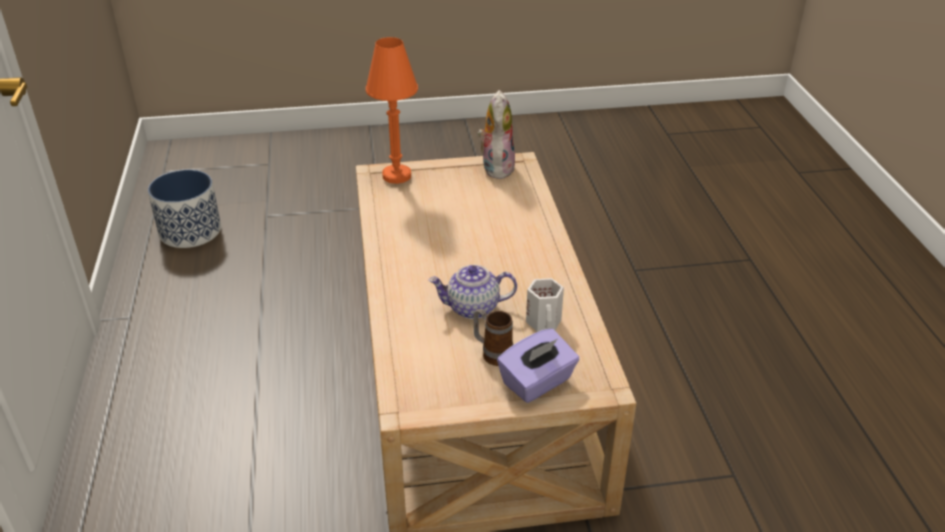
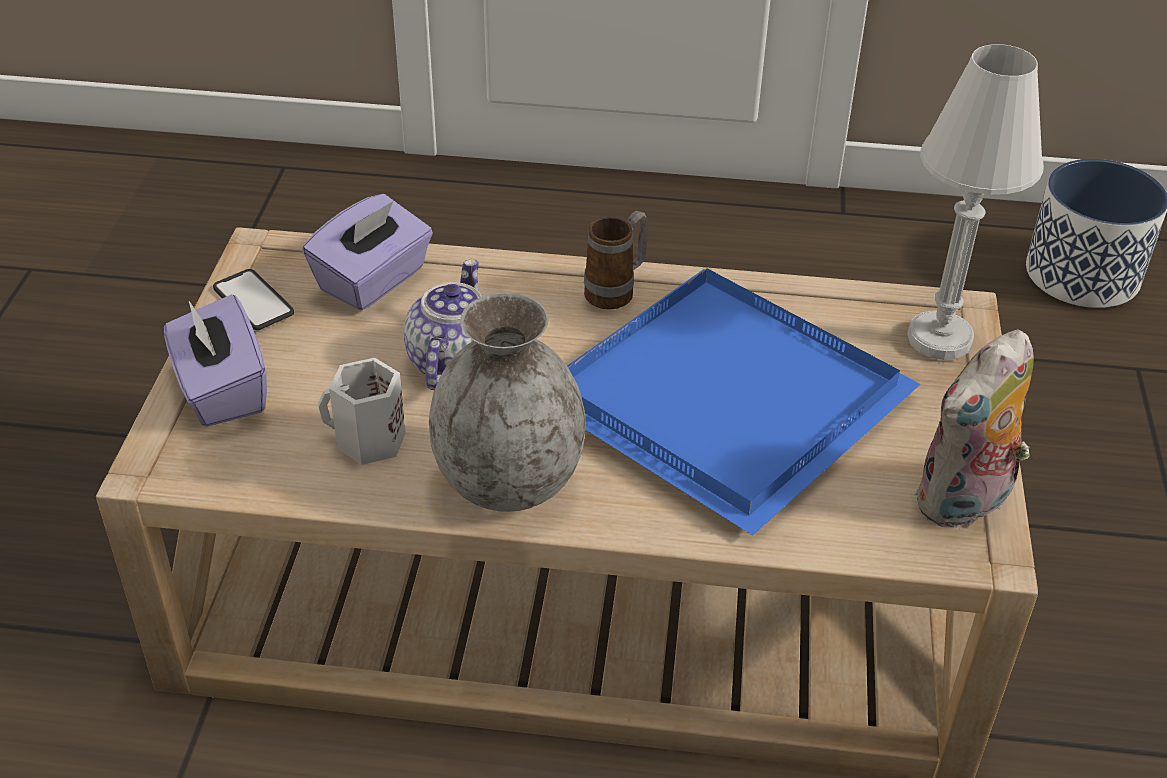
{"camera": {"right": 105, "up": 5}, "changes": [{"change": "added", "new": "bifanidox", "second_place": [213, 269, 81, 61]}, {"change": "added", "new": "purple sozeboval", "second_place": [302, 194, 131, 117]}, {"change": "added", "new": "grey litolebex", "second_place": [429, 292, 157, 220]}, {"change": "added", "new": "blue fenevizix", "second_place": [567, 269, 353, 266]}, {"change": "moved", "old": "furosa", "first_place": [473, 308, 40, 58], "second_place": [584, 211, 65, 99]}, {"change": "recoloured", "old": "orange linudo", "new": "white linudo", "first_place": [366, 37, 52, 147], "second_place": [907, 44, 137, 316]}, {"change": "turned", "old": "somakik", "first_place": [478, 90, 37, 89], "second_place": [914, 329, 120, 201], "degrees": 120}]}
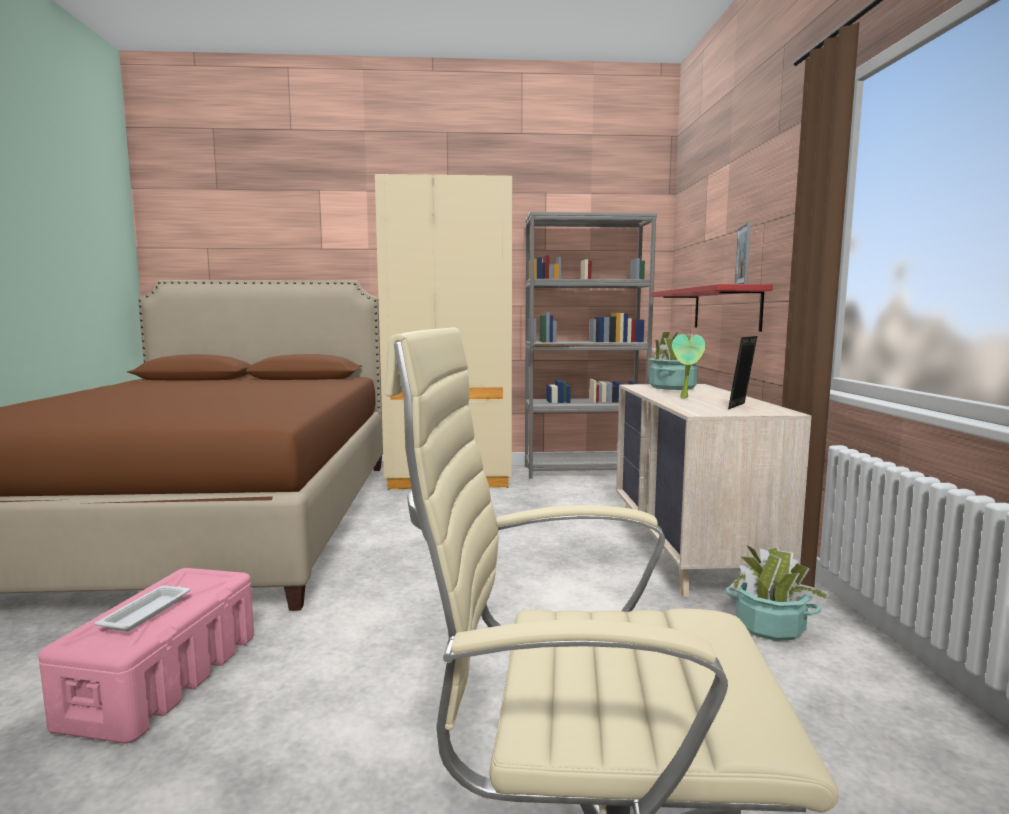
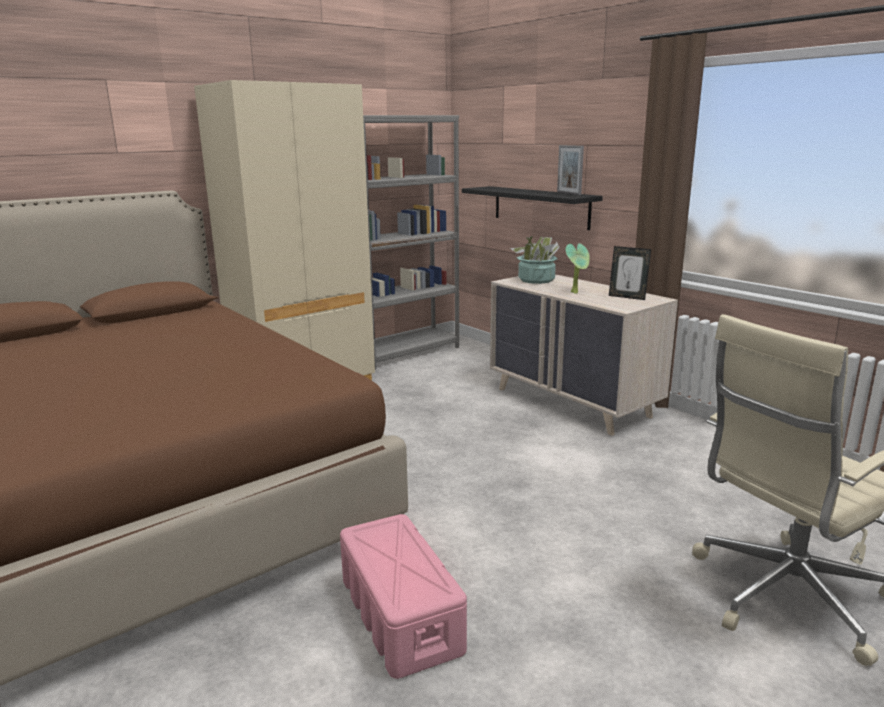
{"camera": {"right": -35, "up": 10}, "changes": [{"change": "removed", "old": "white fenevizix", "first_place": [95, 586, 95, 45]}, {"change": "removed", "old": "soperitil", "first_place": [725, 545, 105, 96]}, {"change": "recoloured", "old": "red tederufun", "new": "black tederufun", "first_place": [651, 284, 122, 48], "second_place": [462, 186, 141, 44]}, {"change": "turned", "old": "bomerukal", "first_place": [728, 336, 29, 73], "second_place": [609, 246, 42, 54], "degrees": -60}]}
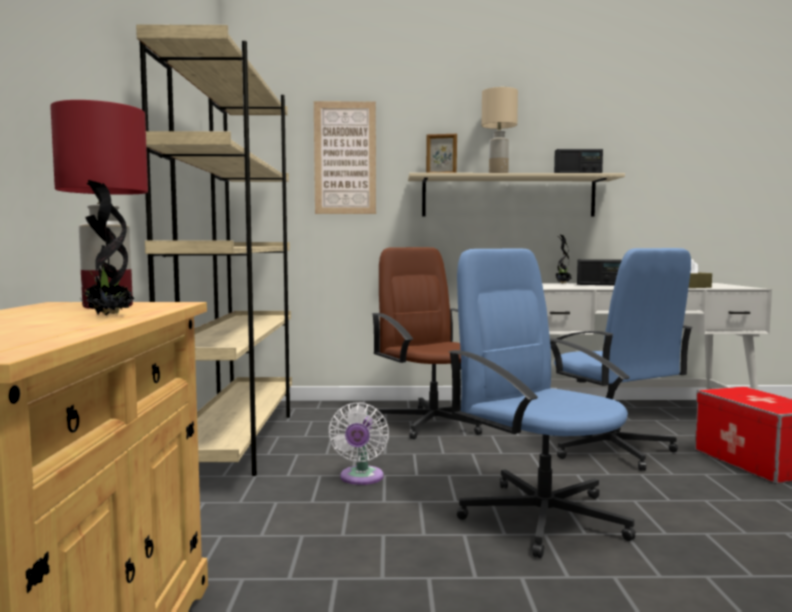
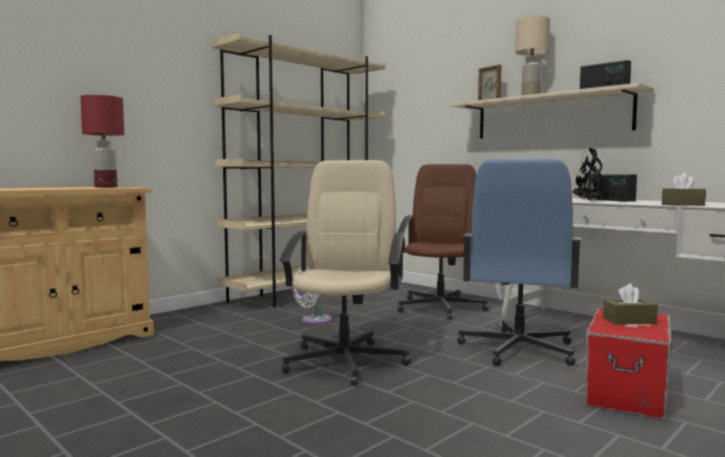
{"camera": {"right": 45, "up": 0}, "changes": [{"change": "removed", "old": "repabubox", "first_place": [314, 101, 62, 113]}, {"change": "added", "new": "brown sozeboval", "second_place": [603, 284, 55, 40]}, {"change": "moved", "old": "soperitil", "first_place": [80, 180, 54, 136], "second_place": [584, 148, 19, 53]}, {"change": "recoloured", "old": "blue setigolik", "new": "beige setigolik", "first_place": [449, 249, 187, 309], "second_place": [279, 160, 132, 226]}]}
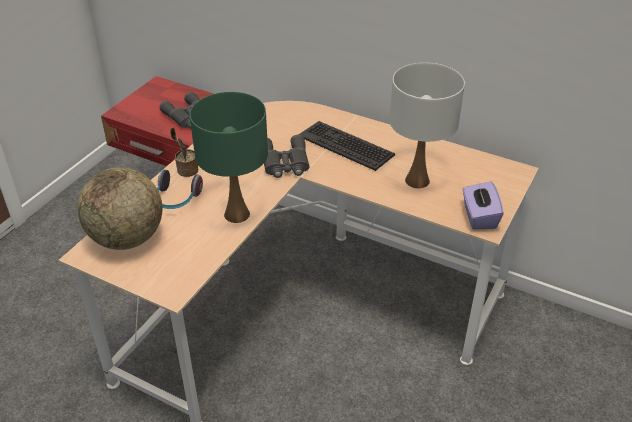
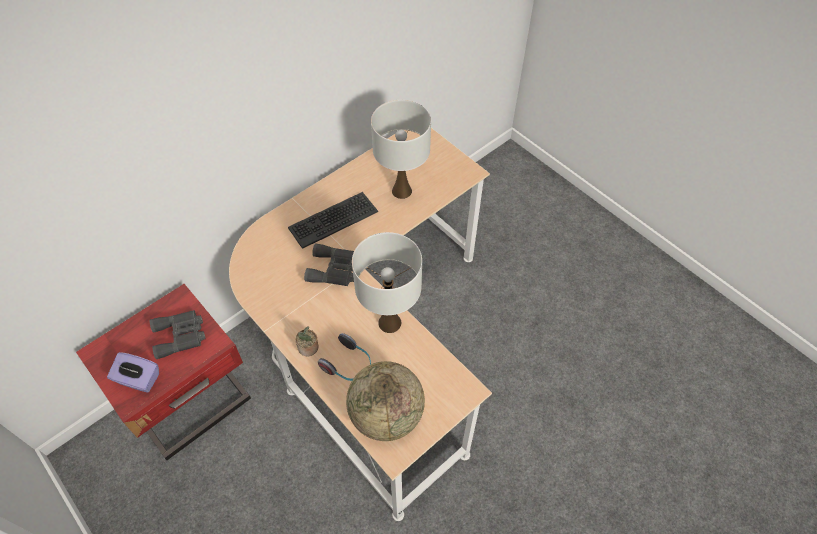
{"camera": {"right": -70, "up": 15}, "changes": [{"change": "moved", "old": "purple sozeboval", "first_place": [463, 181, 40, 48], "second_place": [107, 352, 52, 41]}, {"change": "recoloured", "old": "green linudo", "new": "white linudo", "first_place": [190, 92, 78, 131], "second_place": [352, 232, 70, 101]}]}
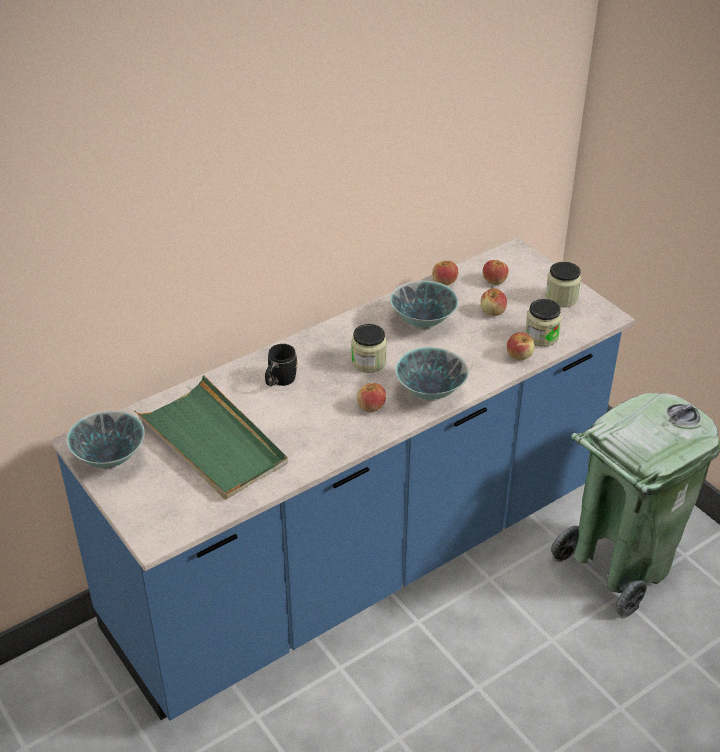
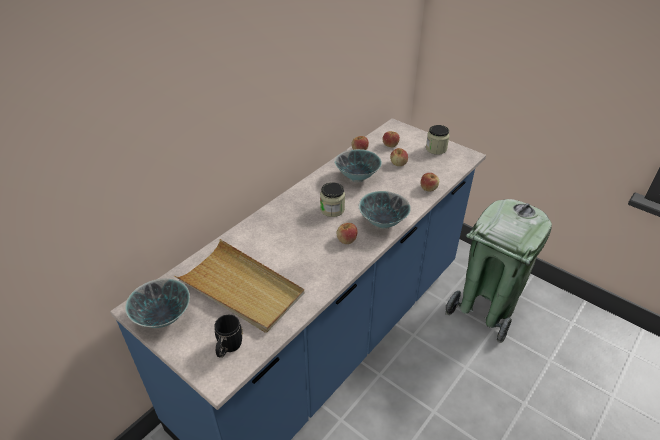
{"camera": {"right": -15, "up": 0}, "changes": [{"change": "removed", "old": "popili", "first_place": [525, 299, 37, 48]}, {"change": "moved", "old": "black furosa", "first_place": [265, 344, 33, 42], "second_place": [214, 315, 29, 43]}, {"change": "recoloured", "old": "green fenevizix", "new": "beige fenevizix", "first_place": [135, 375, 153, 125], "second_place": [175, 239, 129, 94]}]}
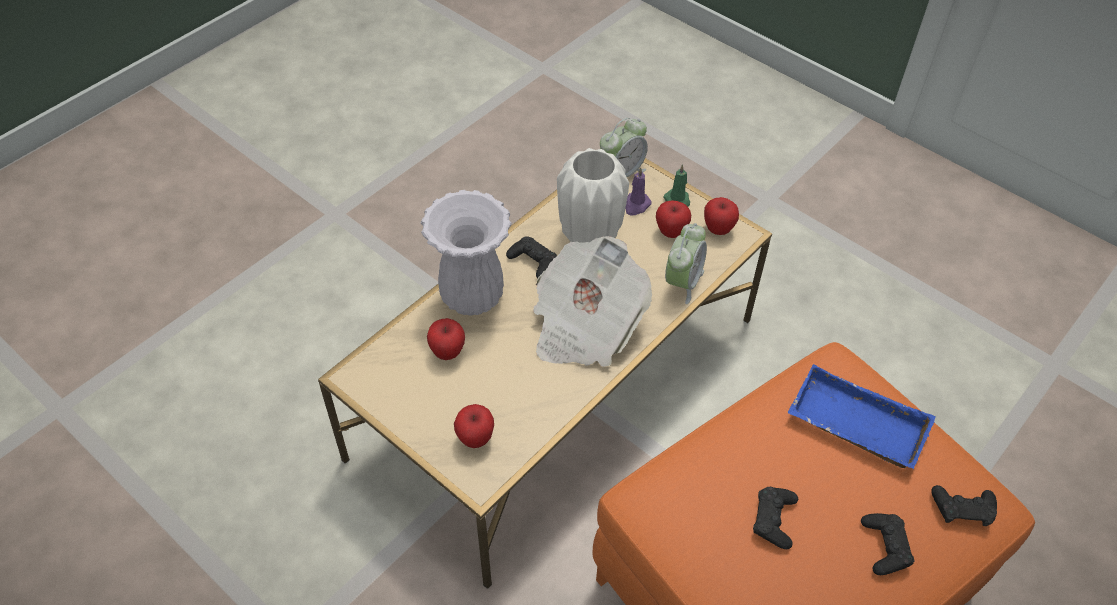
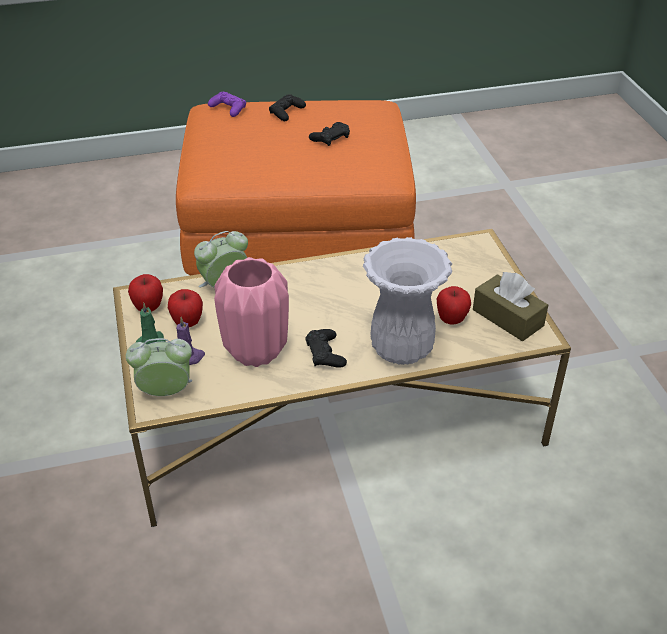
{"camera": {"right": -145, "up": -10}, "changes": [{"change": "removed", "old": "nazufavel", "first_place": [454, 404, 40, 44]}, {"change": "removed", "old": "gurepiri", "first_place": [533, 236, 119, 131]}, {"change": "removed", "old": "blue fenevizix", "first_place": [788, 364, 148, 105]}, {"change": "added", "new": "brown sozeboval", "second_place": [473, 272, 75, 69]}, {"change": "recoloured", "old": "white litolebex", "new": "pink litolebex", "first_place": [557, 148, 72, 95], "second_place": [214, 257, 75, 110]}, {"change": "recoloured", "old": "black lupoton", "new": "purple lupoton", "first_place": [931, 485, 66, 41], "second_place": [208, 92, 38, 25]}]}
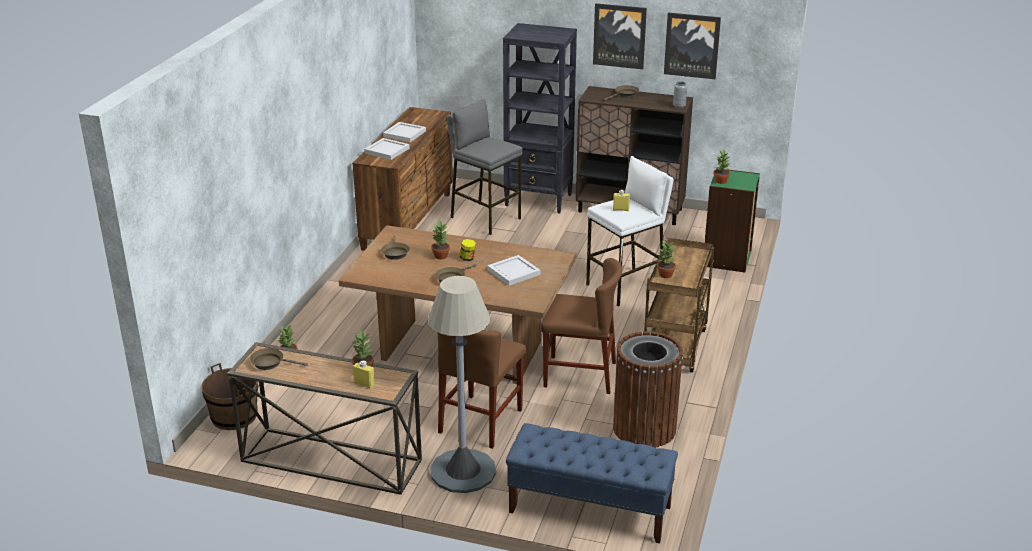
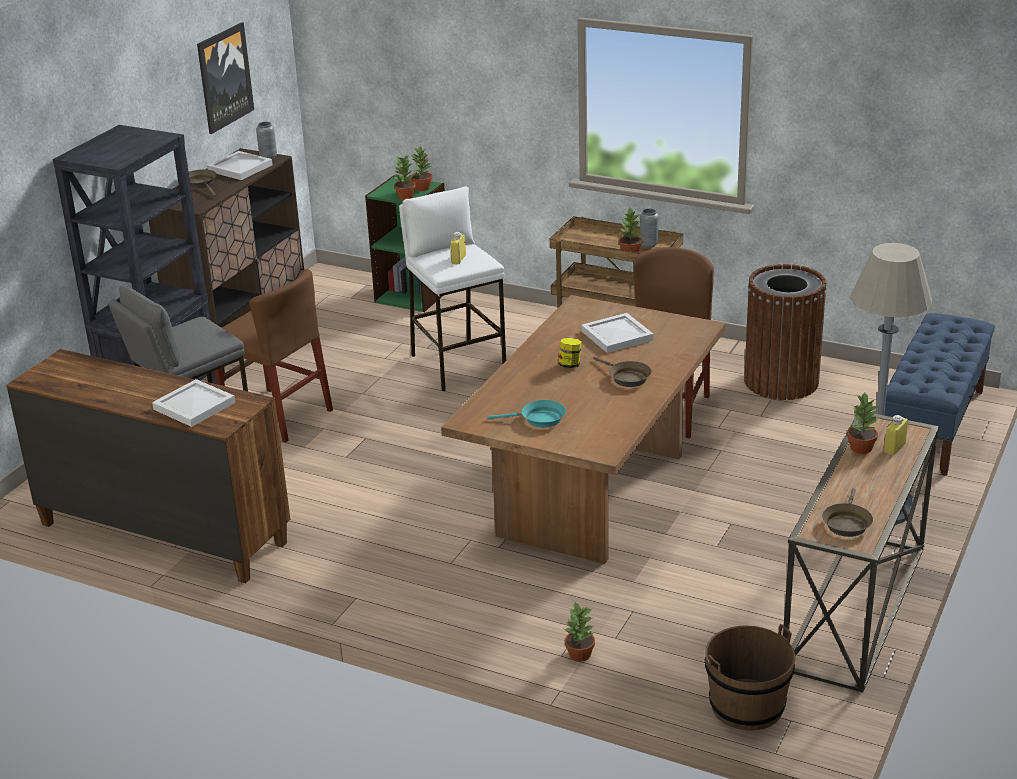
{"camera": {"right": -80, "up": 0}, "changes": [{"change": "removed", "old": "repabubox", "first_place": [593, 3, 54, 66]}, {"change": "added", "new": "grey litolebex", "second_place": [640, 208, 19, 40]}, {"change": "moved", "old": "white fenevizix", "first_place": [383, 122, 43, 20], "second_place": [207, 151, 66, 29]}, {"change": "moved", "old": "soperitil", "first_place": [431, 220, 19, 39], "second_place": [411, 145, 22, 46]}, {"change": "moved", "old": "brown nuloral", "first_place": [438, 330, 88, 119], "second_place": [214, 269, 119, 174]}, {"change": "recoloured", "old": "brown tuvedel", "new": "turquoise tuvedel", "first_place": [381, 235, 29, 25], "second_place": [488, 400, 78, 28]}]}
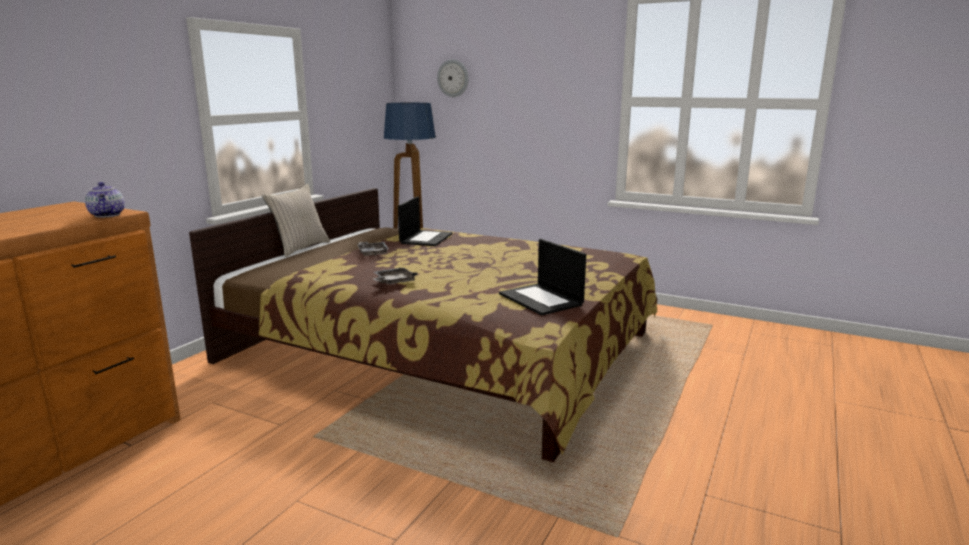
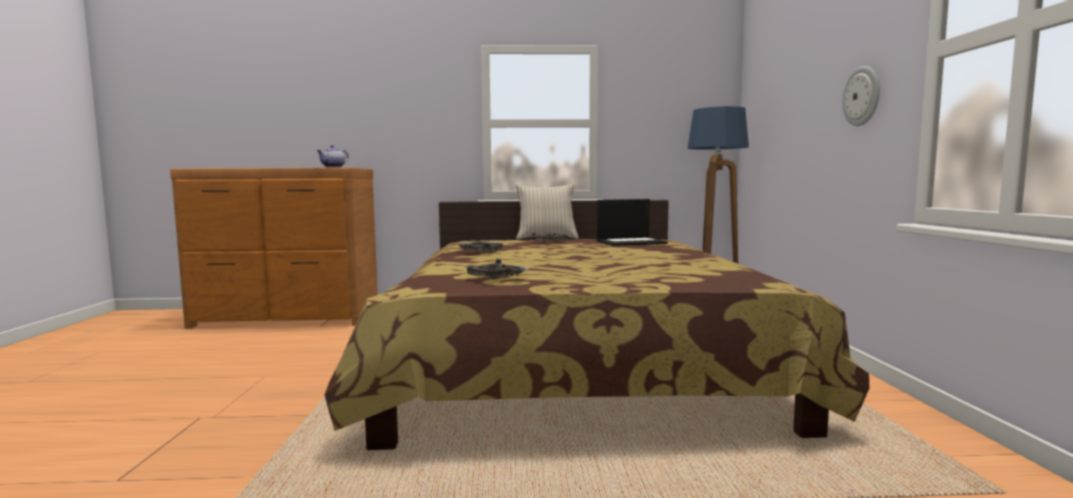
{"camera": {"right": 60, "up": -10}, "changes": [{"change": "moved", "old": "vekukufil", "first_place": [437, 59, 32, 38], "second_place": [842, 66, 38, 60]}, {"change": "replaced", "old": "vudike", "new": "grey fenevizix", "first_place": [499, 239, 87, 76], "second_place": [465, 259, 65, 21]}]}
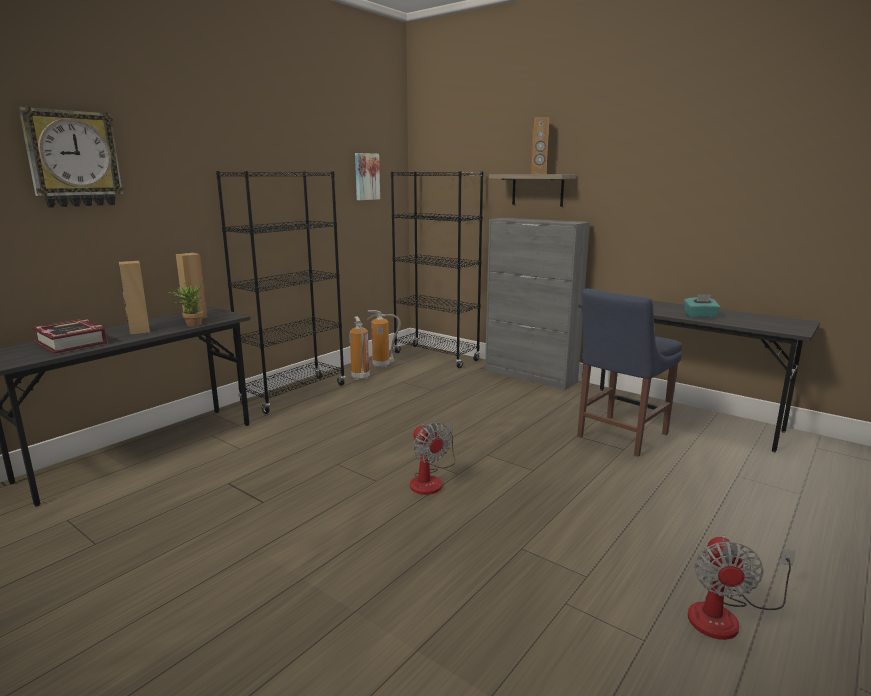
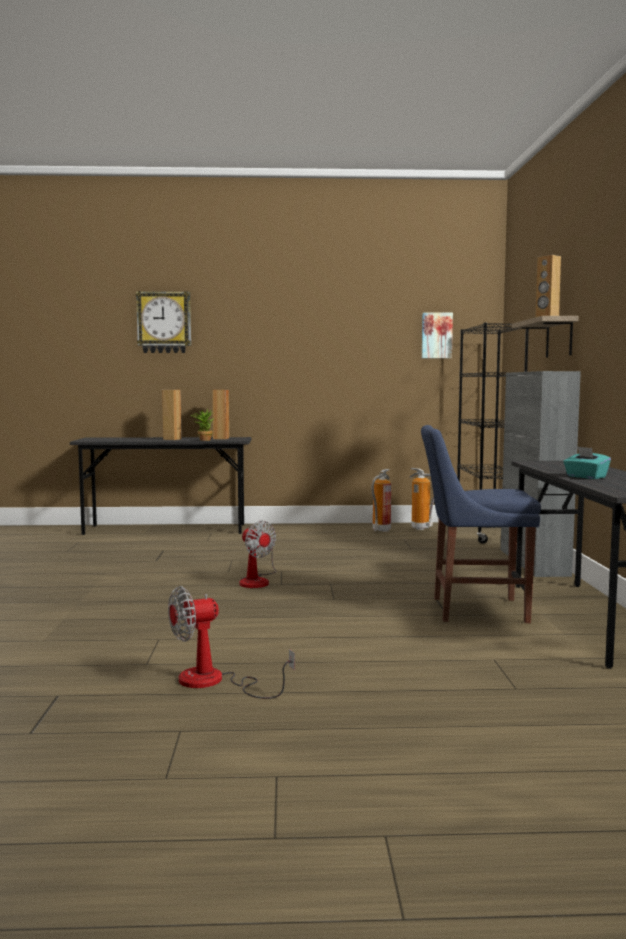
{"camera": {"right": 50, "up": -10}, "changes": [{"change": "removed", "old": "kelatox", "first_place": [31, 319, 76, 35]}, {"change": "removed", "old": "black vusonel", "first_place": [216, 171, 129, 243]}, {"change": "turned", "old": "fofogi", "first_place": [410, 423, 46, 72], "second_place": [239, 521, 37, 67], "degrees": -60}]}
